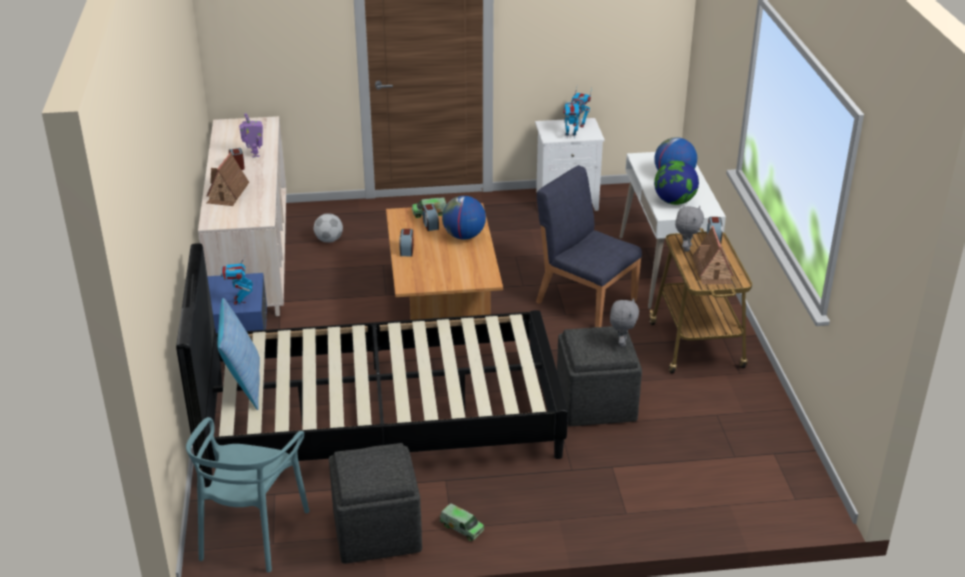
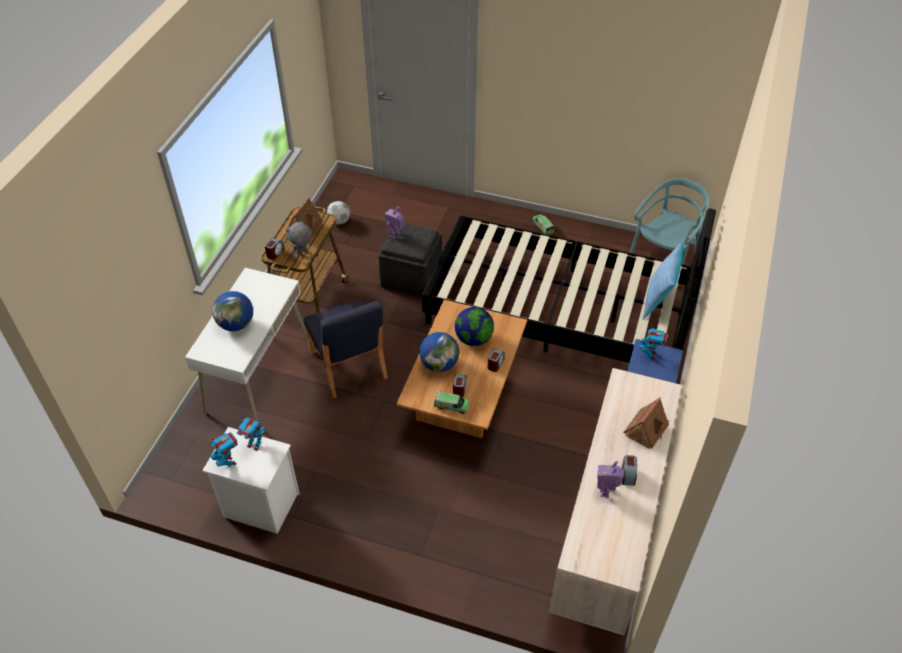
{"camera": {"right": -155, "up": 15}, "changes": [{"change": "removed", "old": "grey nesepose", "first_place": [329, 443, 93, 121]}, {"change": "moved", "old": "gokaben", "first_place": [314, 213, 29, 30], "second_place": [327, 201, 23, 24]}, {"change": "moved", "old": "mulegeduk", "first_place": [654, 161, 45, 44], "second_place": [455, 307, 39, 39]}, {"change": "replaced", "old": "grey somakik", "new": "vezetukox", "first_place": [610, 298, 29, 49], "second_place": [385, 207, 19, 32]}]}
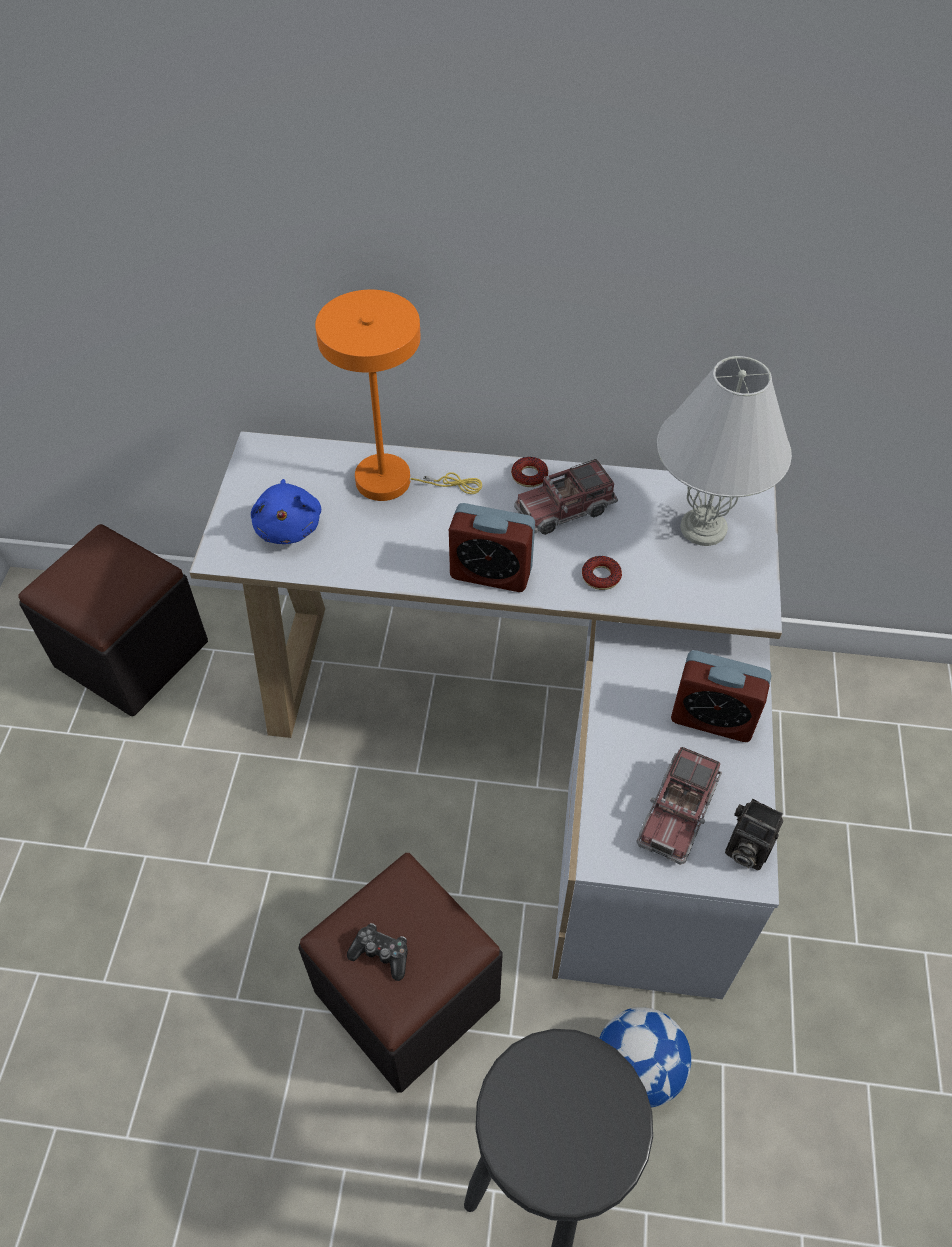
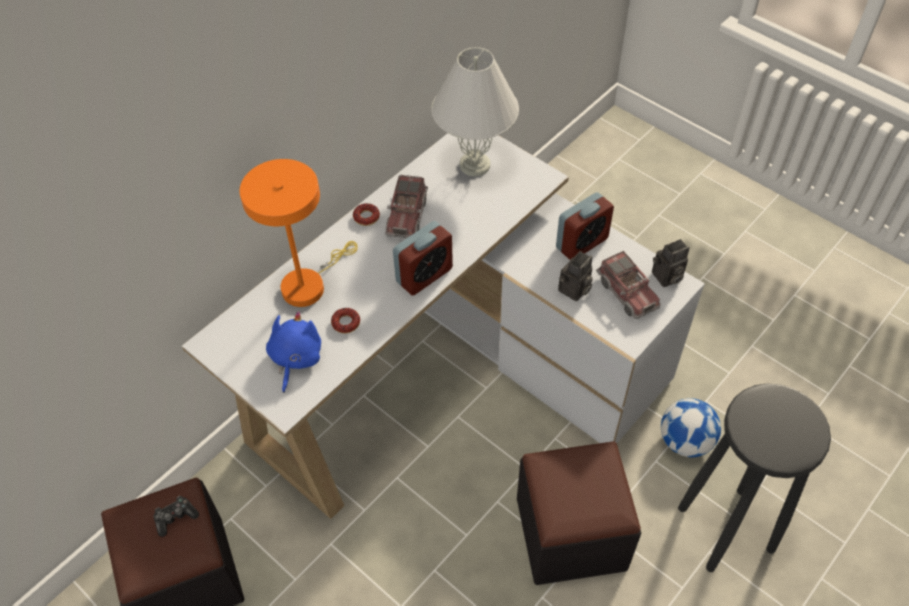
{"camera": {"right": -55, "up": 0}, "changes": [{"change": "added", "new": "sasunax", "second_place": [558, 251, 35, 50]}, {"change": "moved", "old": "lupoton", "first_place": [347, 923, 61, 58], "second_place": [154, 496, 45, 41]}, {"change": "moved", "old": "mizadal", "first_place": [582, 556, 40, 34], "second_place": [331, 308, 29, 26]}, {"change": "turned", "old": "blue somakik", "first_place": [251, 479, 70, 65], "second_place": [266, 311, 55, 82], "degrees": -105}]}
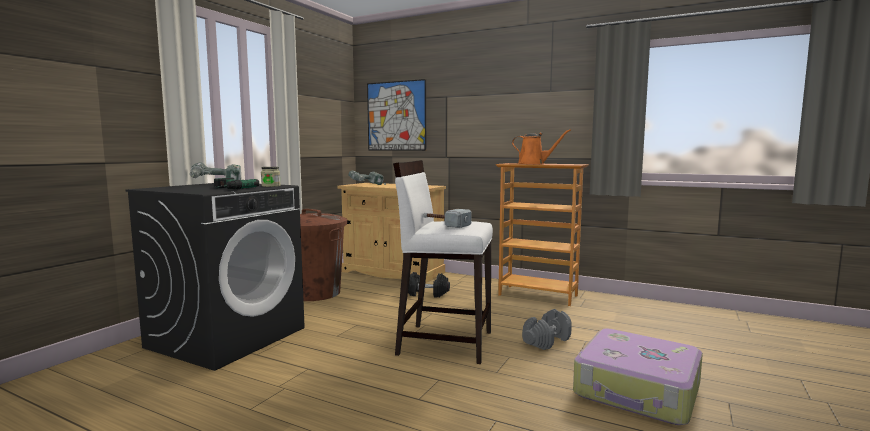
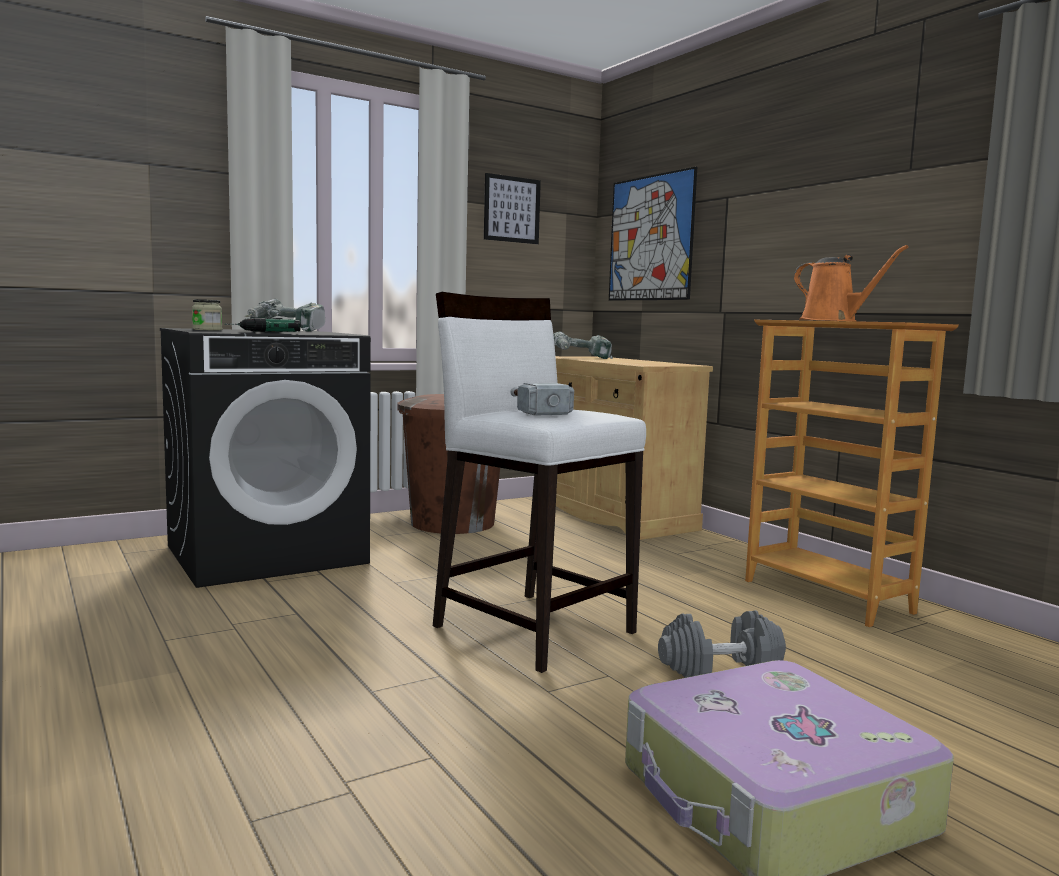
{"camera": {"right": 30, "up": 0}, "changes": [{"change": "removed", "old": "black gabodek", "first_place": [408, 272, 42, 25]}, {"change": "added", "new": "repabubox", "second_place": [484, 173, 57, 71]}, {"change": "moved", "old": "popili", "first_place": [261, 167, 20, 20], "second_place": [192, 299, 30, 31]}]}
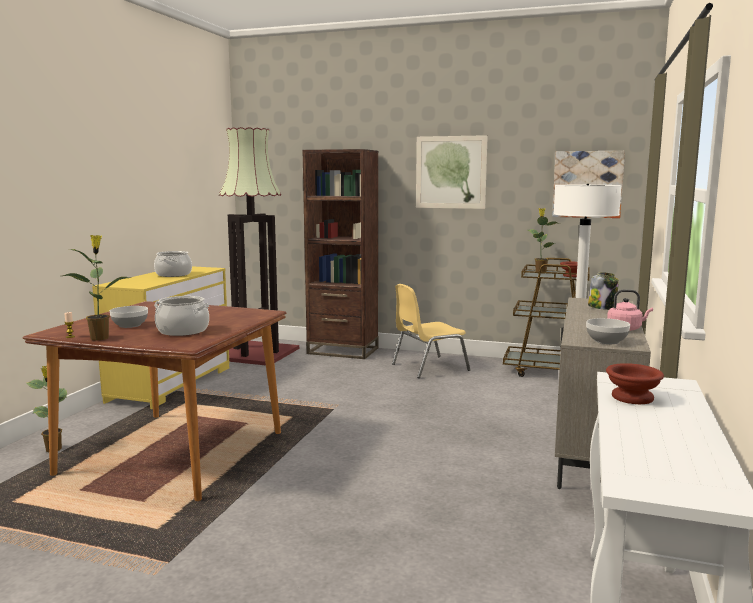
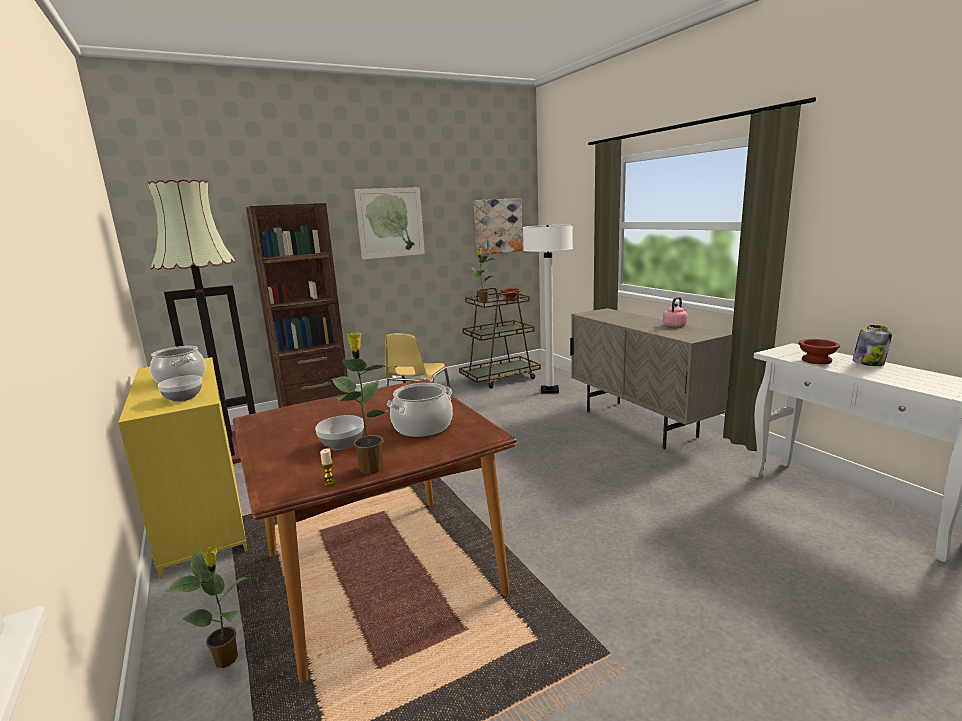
{"camera": {"right": -45, "up": 5}, "changes": [{"change": "moved", "old": "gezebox", "first_place": [586, 318, 44, 26], "second_place": [158, 375, 44, 27]}, {"change": "moved", "old": "popili", "first_place": [588, 272, 31, 38], "second_place": [853, 325, 39, 41]}]}
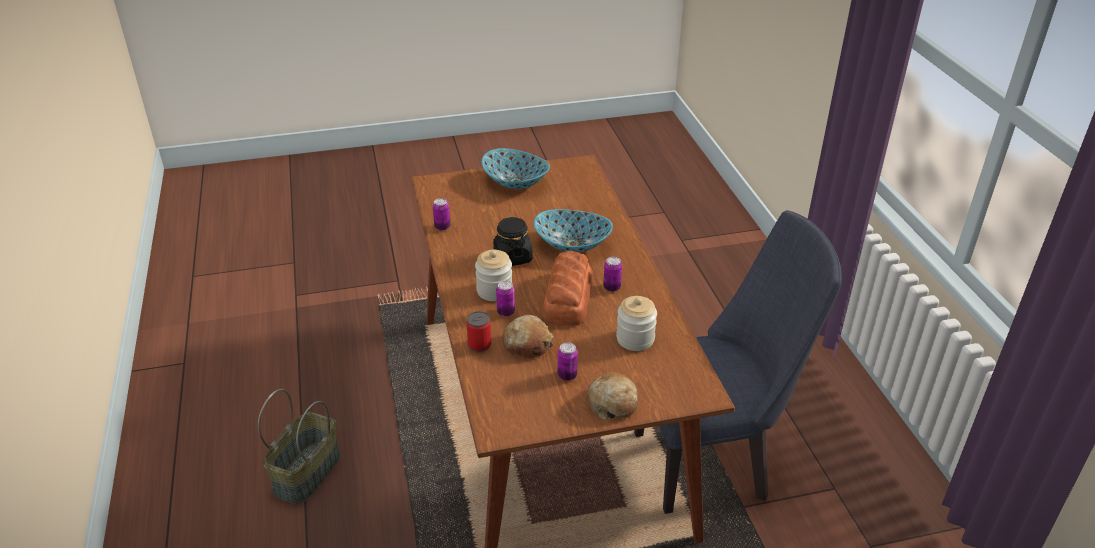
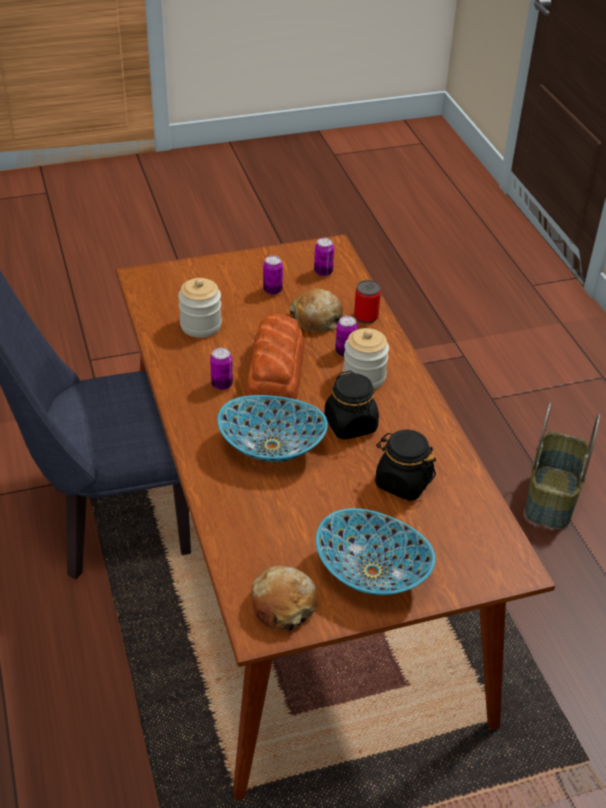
{"camera": {"right": 175, "up": 5}, "changes": [{"change": "added", "new": "black popili", "second_place": [375, 430, 61, 71]}, {"change": "moved", "old": "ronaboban", "first_place": [433, 198, 18, 33], "second_place": [314, 238, 20, 38]}, {"change": "moved", "old": "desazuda", "first_place": [587, 372, 51, 47], "second_place": [251, 565, 67, 66]}]}
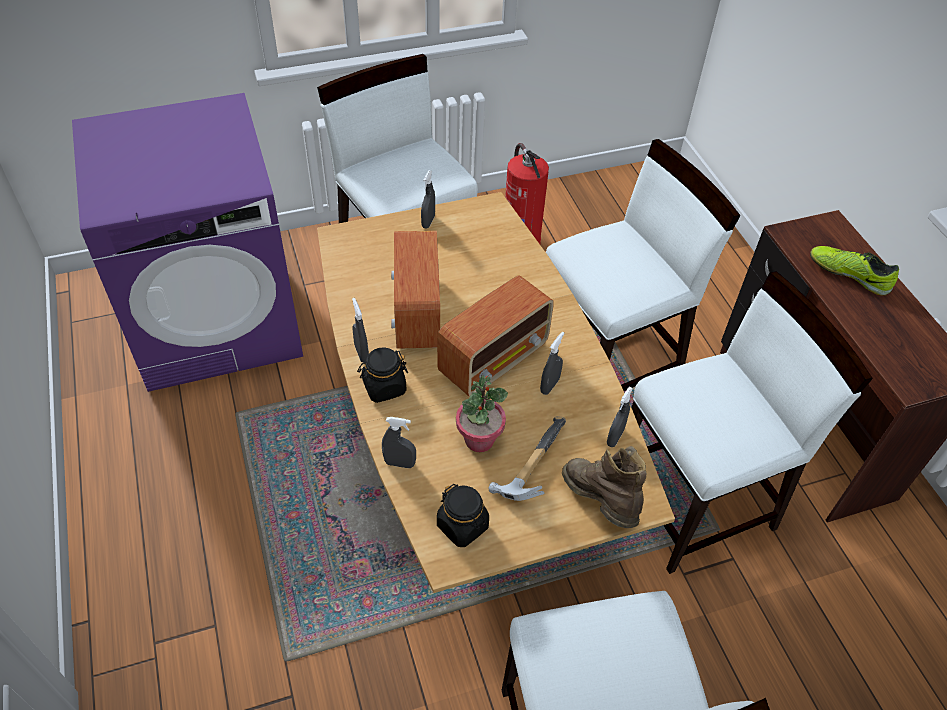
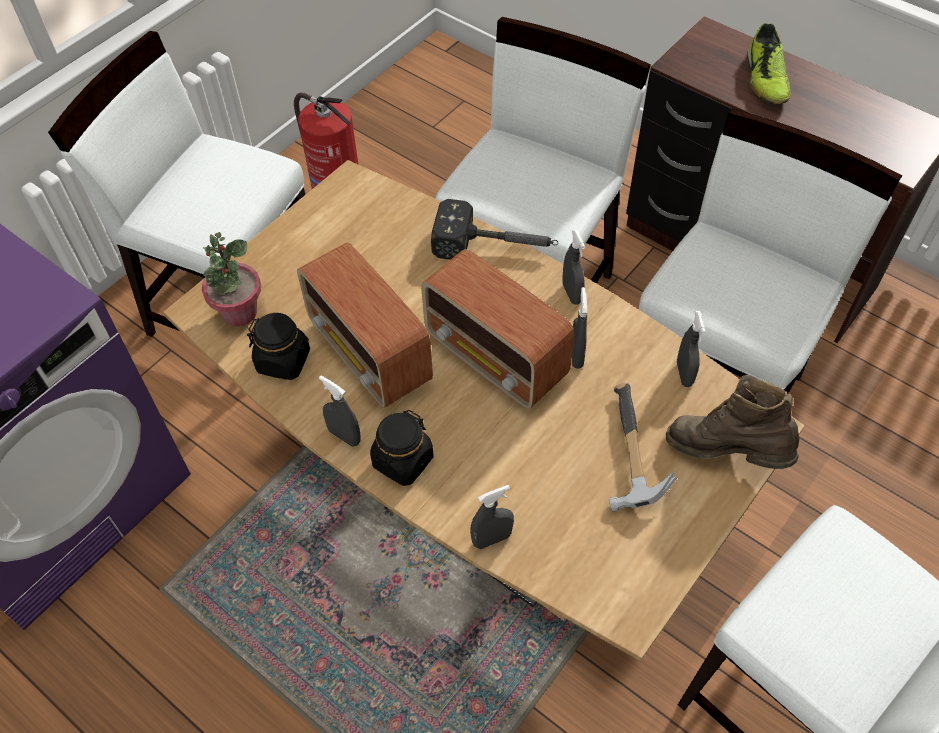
{"camera": {"right": -30, "up": 5}, "changes": [{"change": "added", "new": "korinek", "second_place": [431, 199, 127, 61]}, {"change": "moved", "old": "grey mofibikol", "first_place": [421, 170, 14, 58], "second_place": [562, 229, 23, 76]}, {"change": "moved", "old": "black popili", "first_place": [437, 484, 52, 63], "second_place": [247, 313, 63, 67]}, {"change": "moved", "old": "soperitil", "first_place": [456, 375, 52, 77], "second_place": [202, 232, 59, 94]}, {"change": "turned", "old": "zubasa", "first_place": [437, 276, 117, 121], "second_place": [421, 249, 153, 159], "degrees": 120}, {"change": "turned", "old": "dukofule", "first_place": [810, 246, 89, 49], "second_place": [747, 23, 43, 81], "degrees": -90}]}
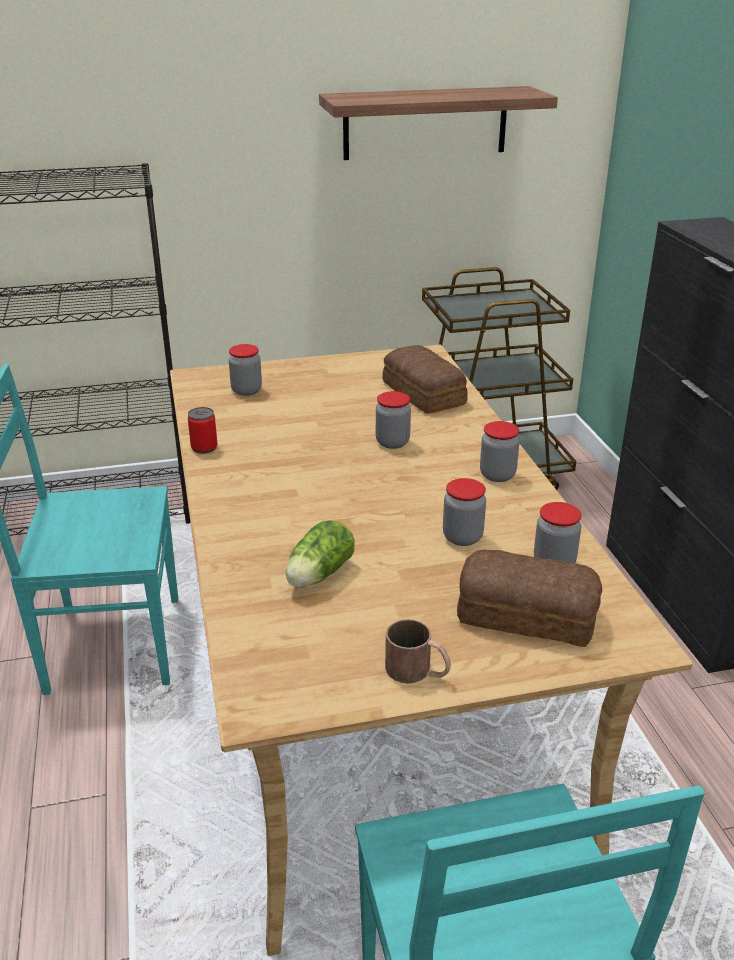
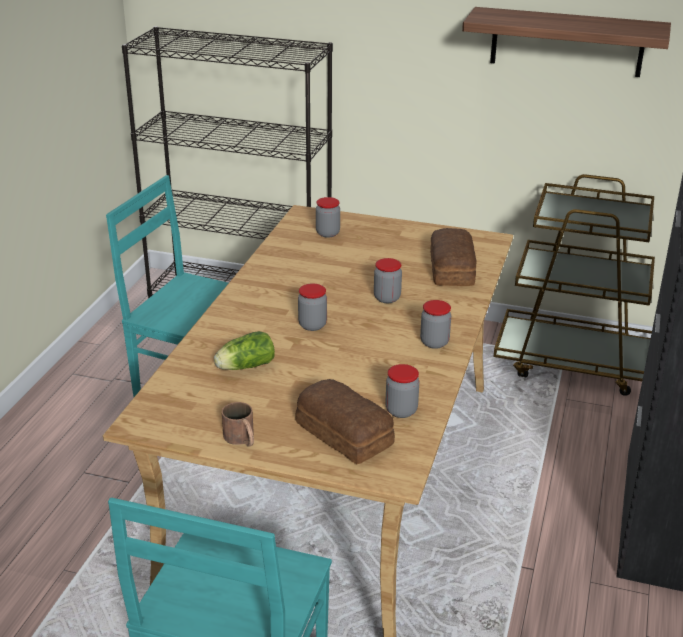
{"camera": {"right": 30, "up": 0}, "changes": [{"change": "removed", "old": "ronaboban", "first_place": [188, 407, 29, 47]}, {"change": "moved", "old": "popili", "first_place": [443, 478, 43, 68], "second_place": [298, 284, 29, 47]}]}
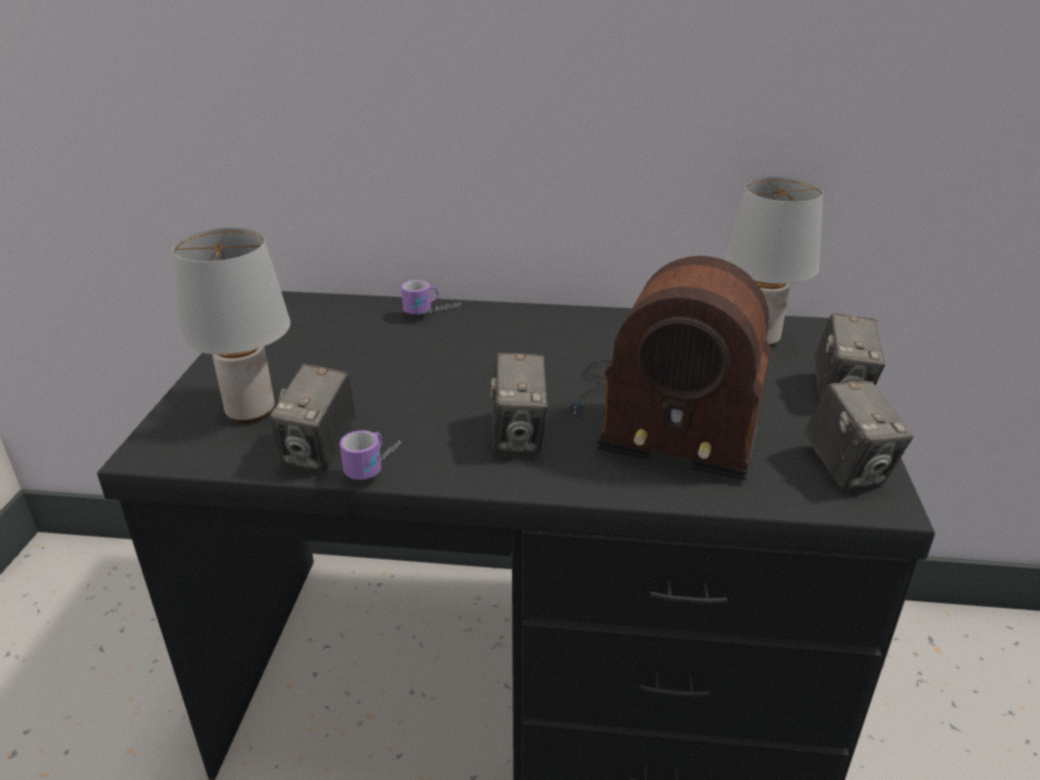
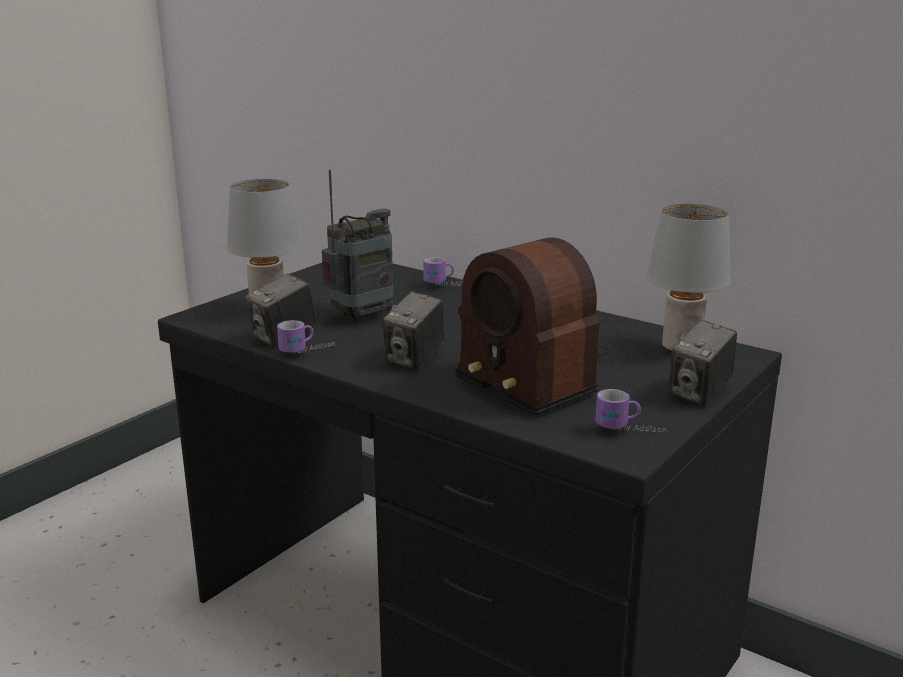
{"camera": {"right": 30, "up": -10}, "changes": [{"change": "added", "new": "zubasa", "second_place": [322, 170, 71, 153]}, {"change": "replaced", "old": "sasunax", "new": "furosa", "first_place": [804, 381, 110, 108], "second_place": [595, 389, 72, 44]}]}
